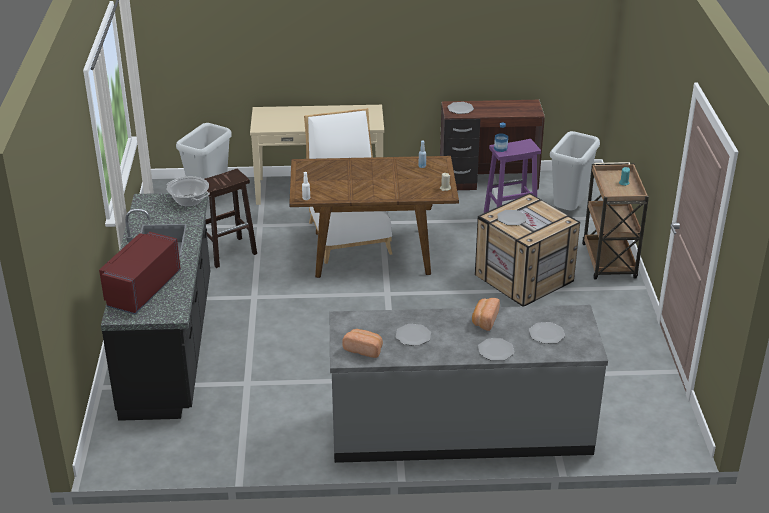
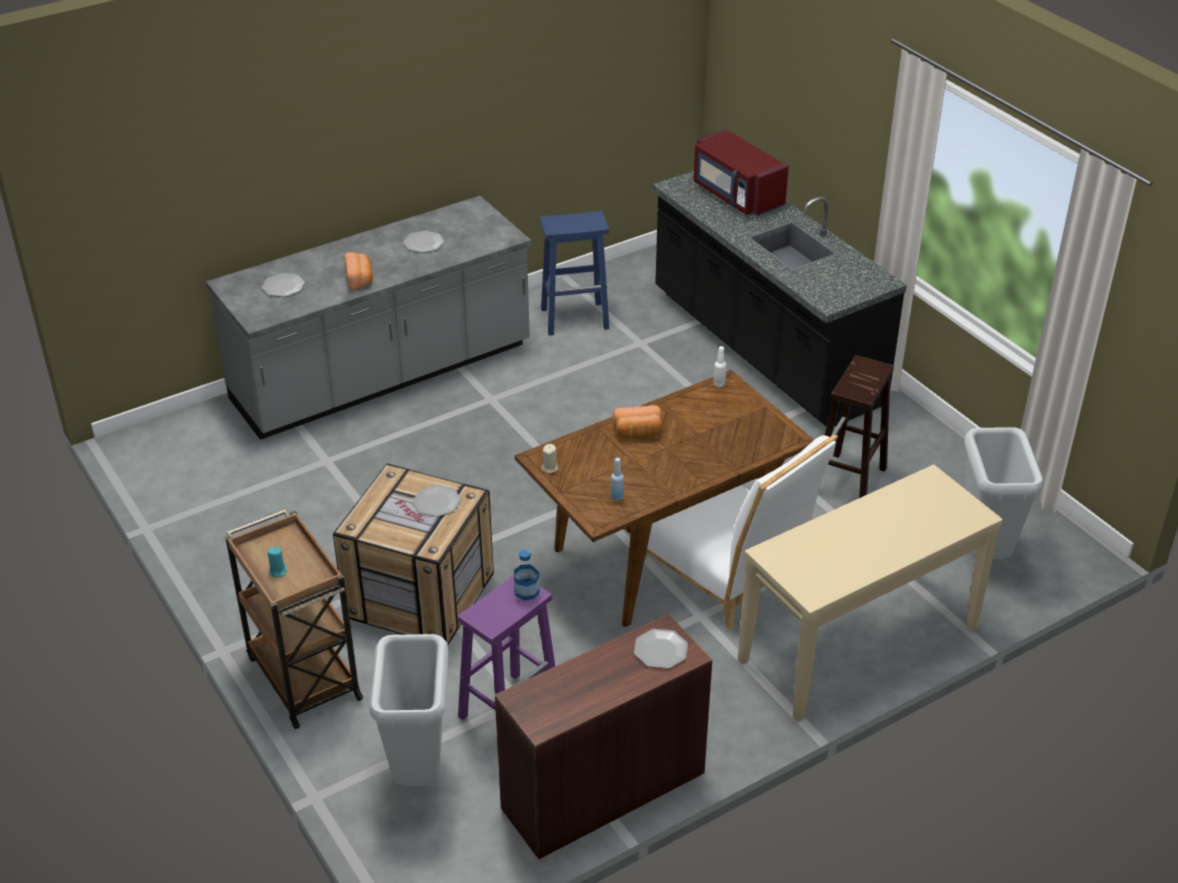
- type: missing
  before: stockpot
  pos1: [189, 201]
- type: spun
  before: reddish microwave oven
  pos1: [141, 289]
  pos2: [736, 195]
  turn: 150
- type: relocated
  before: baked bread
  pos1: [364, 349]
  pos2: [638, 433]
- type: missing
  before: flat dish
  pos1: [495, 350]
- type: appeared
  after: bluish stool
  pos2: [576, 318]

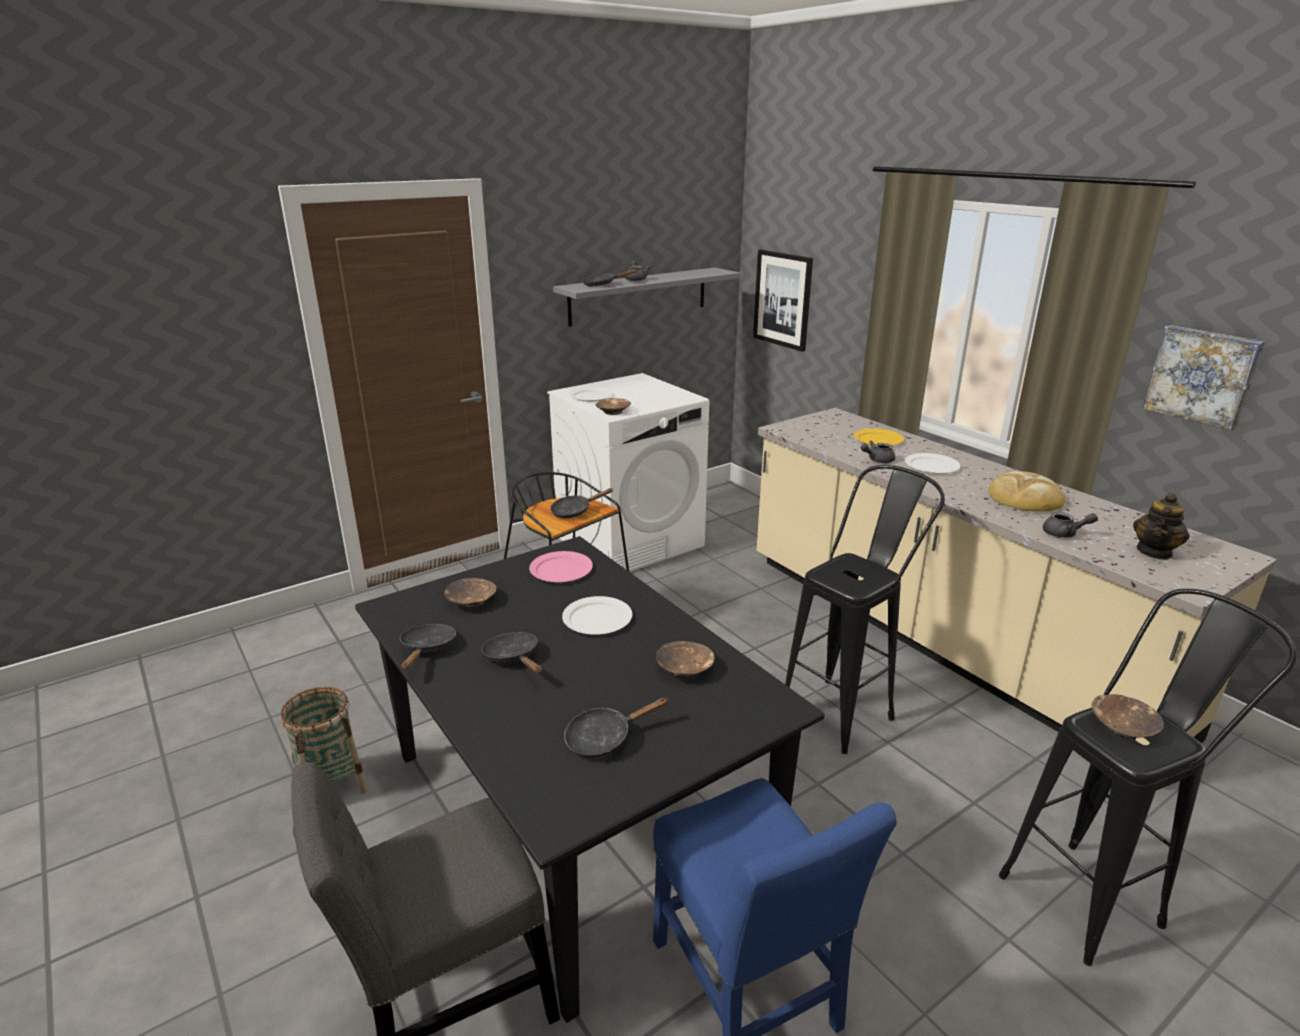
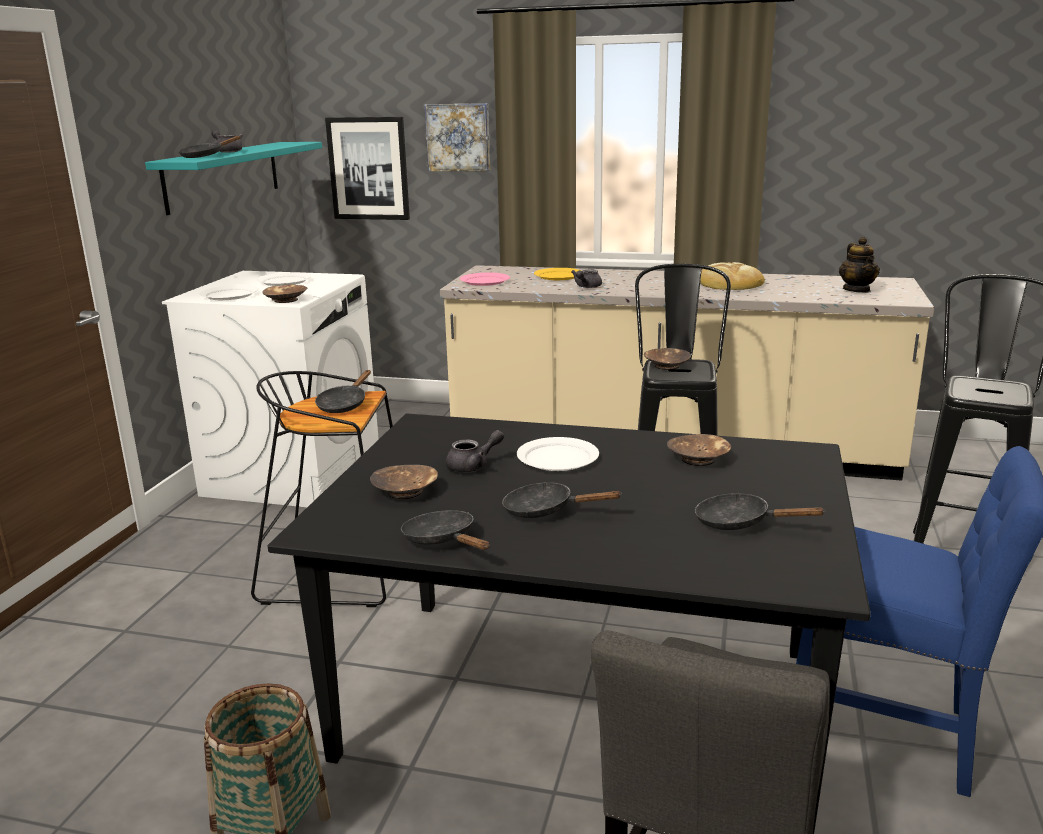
- type: colour
  before: greyish shelf
  after: turquoise-coloured shelf
  pos1: [638, 296]
  pos2: [223, 175]
- type: relocated
  before: picture
  pos1: [1202, 376]
  pos2: [458, 137]
- type: relocated
  before: whitish flat dish
  pos1: [931, 466]
  pos2: [284, 281]
- type: relocated
  before: greyish pot for tea
  pos1: [1064, 534]
  pos2: [473, 466]
- type: relocated
  before: pink flat dish
  pos1: [561, 569]
  pos2: [484, 281]
- type: relocated
  before: brown bowl
  pos1: [1122, 726]
  pos2: [666, 365]
- type: spun
  before: black pan
  pos1: [604, 738]
  pos2: [739, 523]
  turn: 90

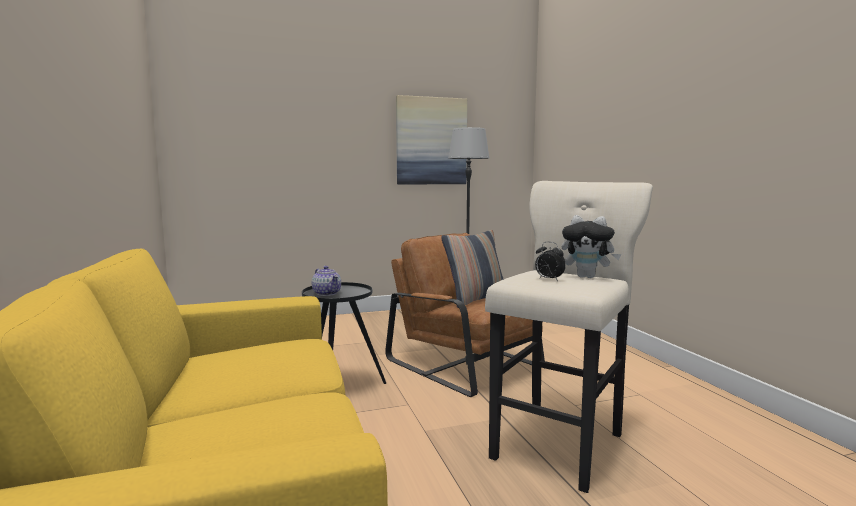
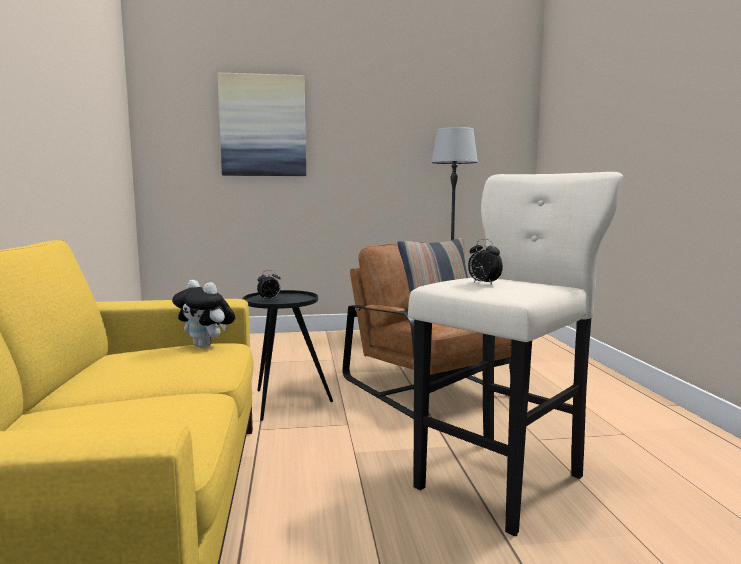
- type: relocated
  before: picture
  pos1: [431, 141]
  pos2: [263, 126]
- type: relocated
  before: cuddly toy
  pos1: [587, 277]
  pos2: [206, 346]
- type: exchanged
  before: pot for tea
  after: bedside clock
  pos1: [327, 293]
  pos2: [269, 300]

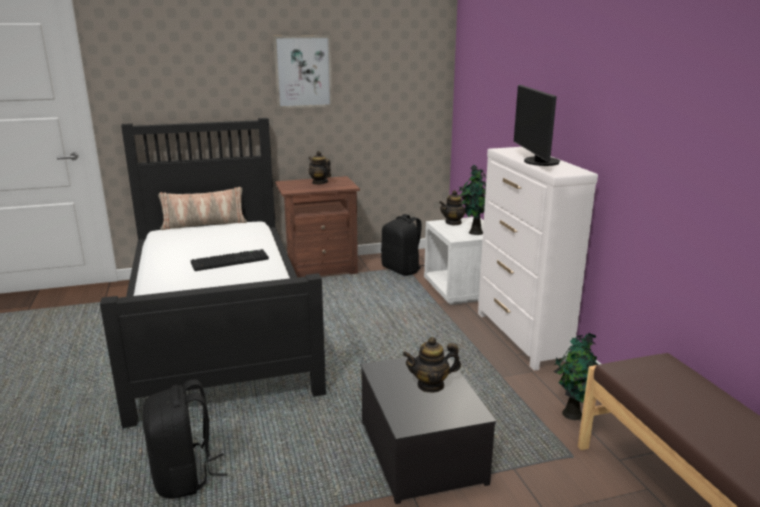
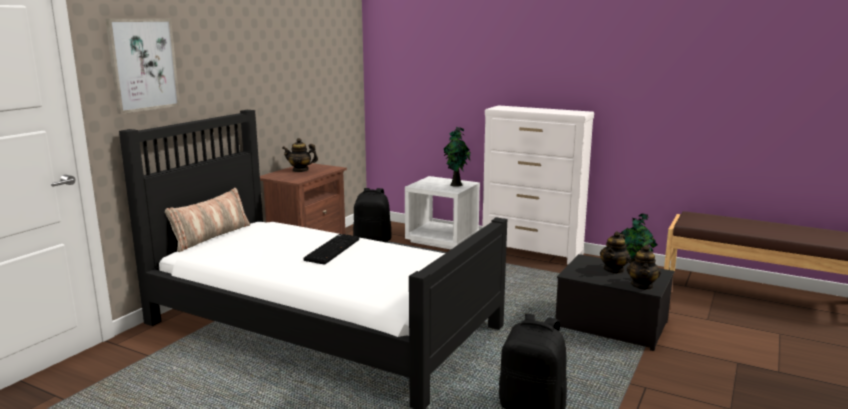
- type: relocated
  before: picture
  pos1: [303, 72]
  pos2: [143, 64]
- type: missing
  before: computer screen
  pos1: [537, 162]
- type: relocated
  before: pot for tea
  pos1: [453, 222]
  pos2: [642, 285]

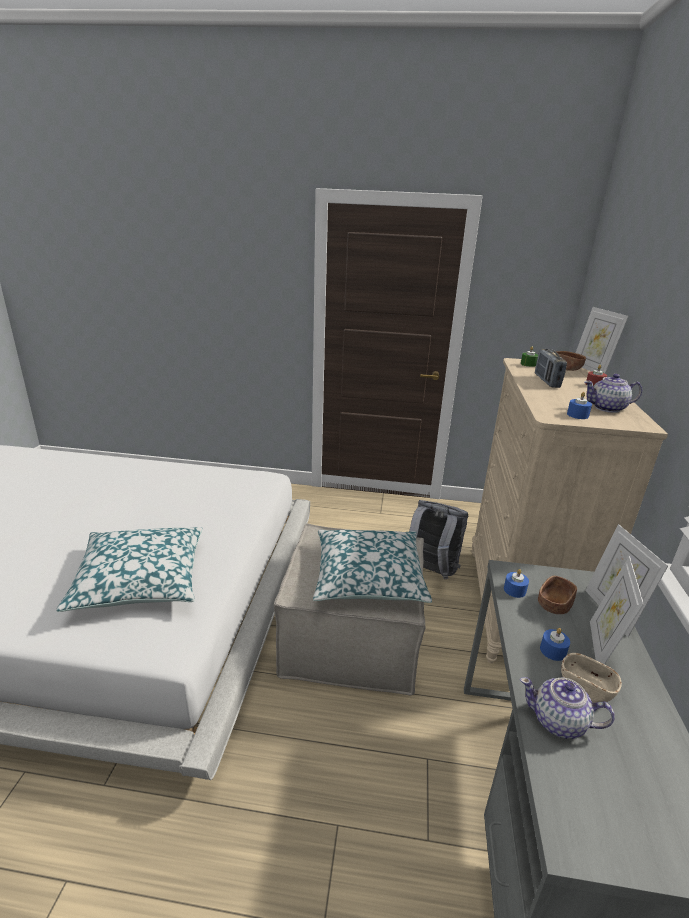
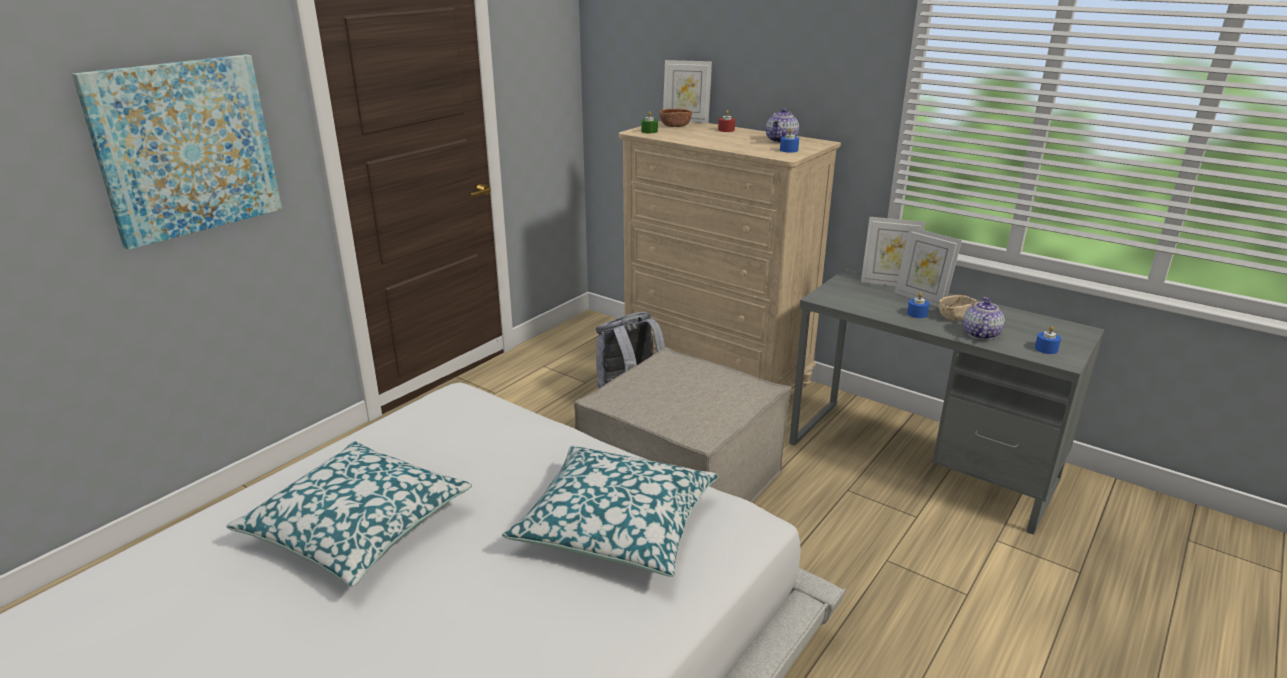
- type: missing
  before: radio set
  pos1: [546, 381]
- type: relocated
  before: throw pillow
  pos1: [368, 576]
  pos2: [357, 526]
- type: relocated
  before: bluish wax candle
  pos1: [514, 590]
  pos2: [1046, 349]
- type: missing
  before: brown bowl
  pos1: [554, 605]
- type: spun
  before: pot for tea
  pos1: [559, 722]
  pos2: [980, 334]
  turn: 150
- type: appeared
  after: picture
  pos2: [186, 148]

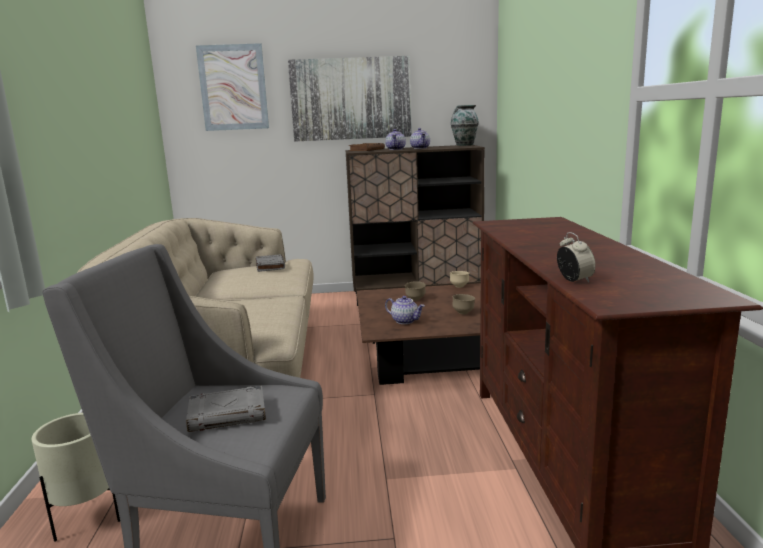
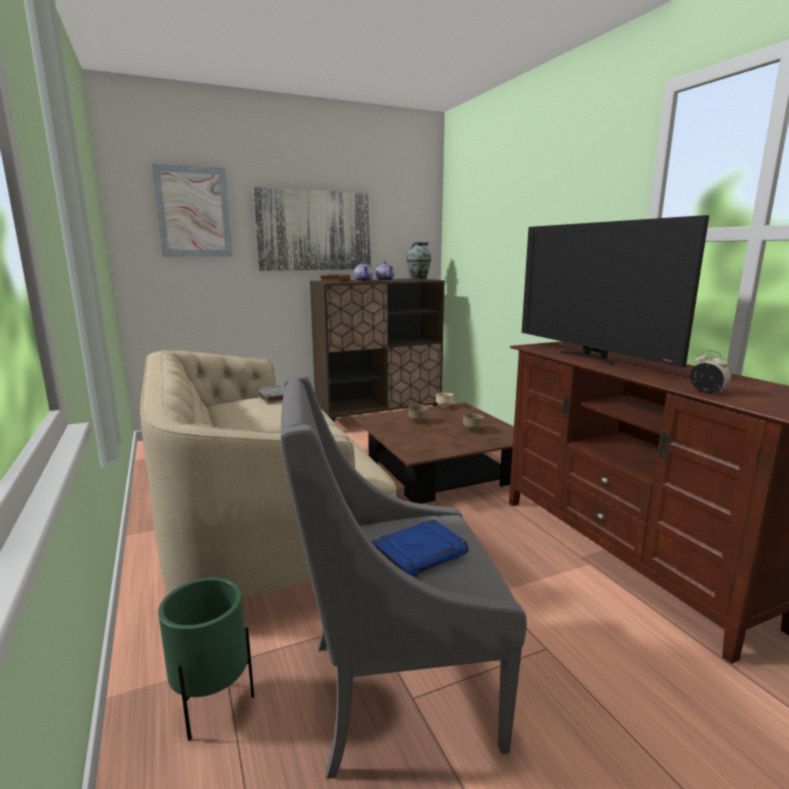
- type: missing
  before: pot for tea
  pos1: [405, 321]
- type: colour
  before: greyish volume
  after: bluish volume
  pos1: [228, 414]
  pos2: [420, 554]
- type: colour
  before: beige-coloured flower pot
  after: green-coloured flower pot
  pos1: [87, 521]
  pos2: [212, 706]
- type: appeared
  after: TV
  pos2: [591, 357]

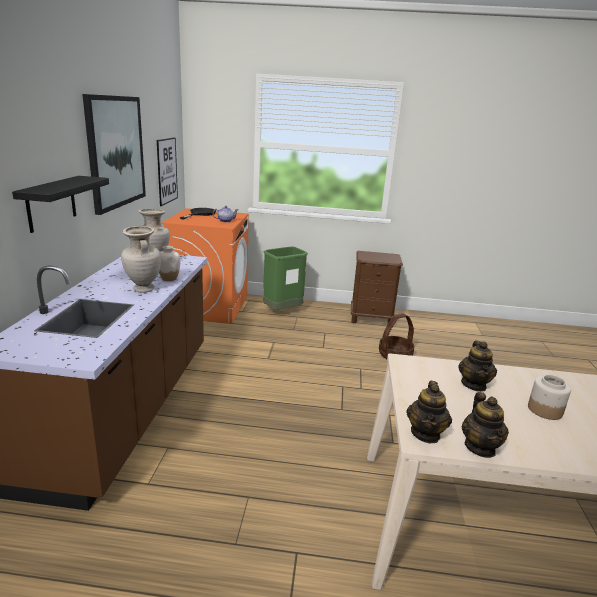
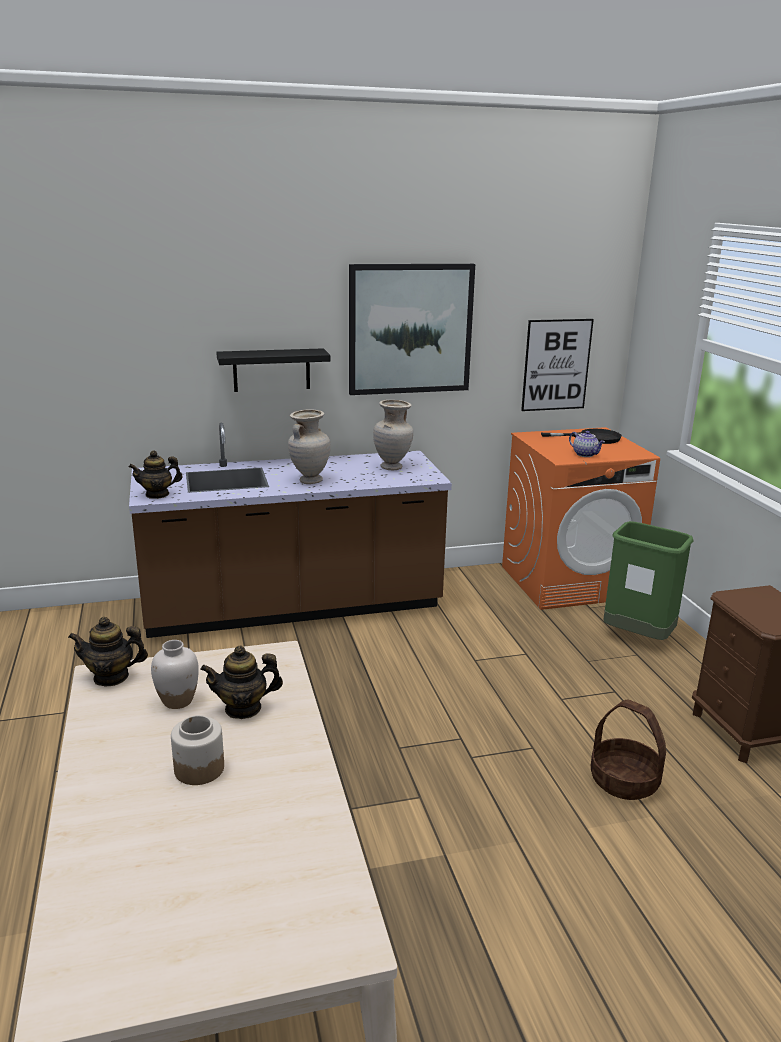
- type: relocated
  before: whitish decorative vase
  pos1: [169, 279]
  pos2: [178, 701]
- type: relocated
  before: pot for tea
  pos1: [480, 447]
  pos2: [157, 494]

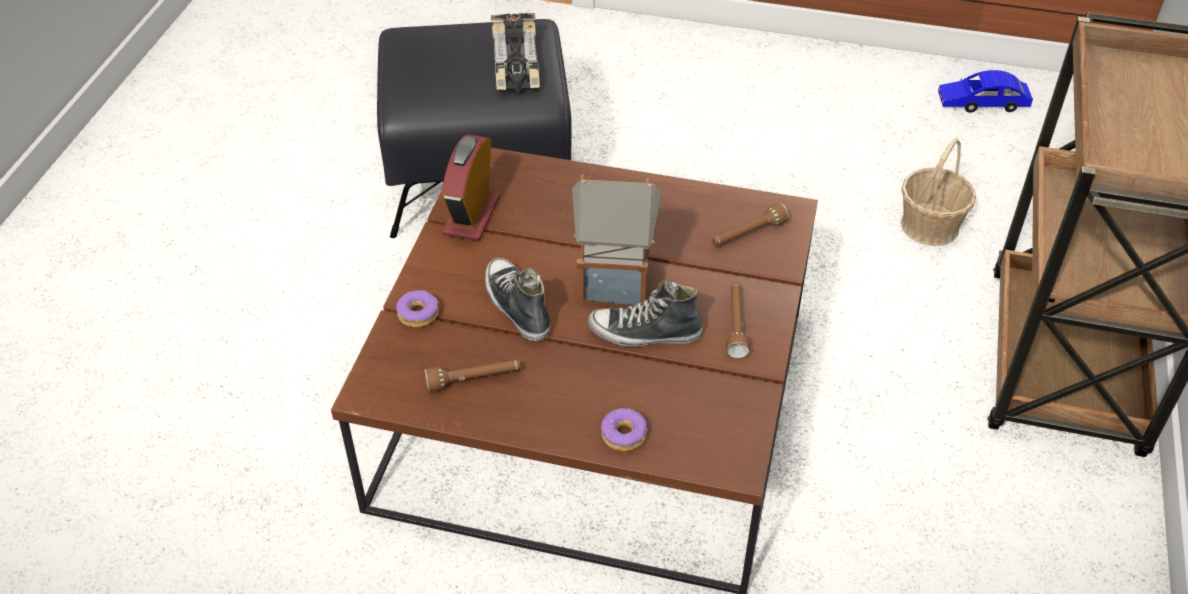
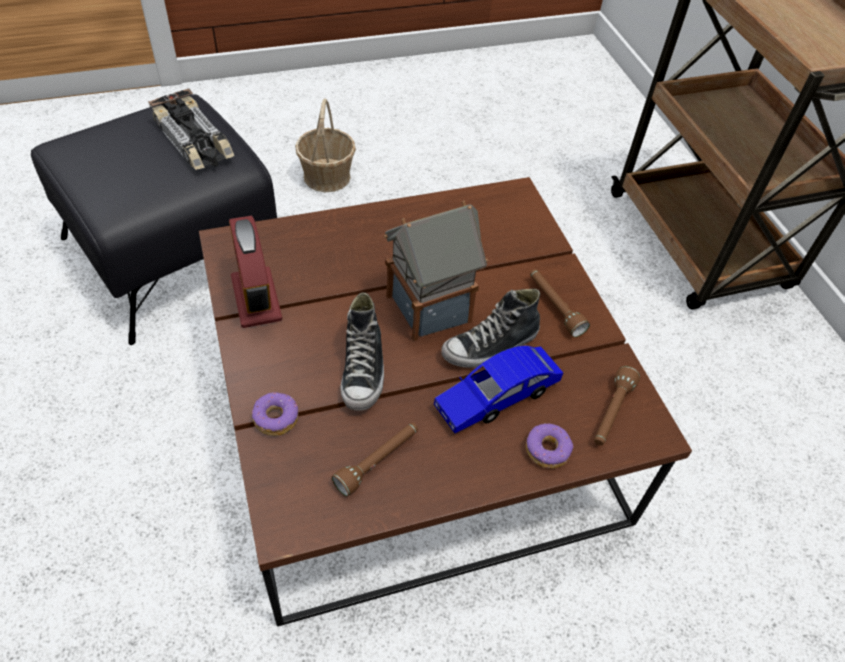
- type: relocated
  before: bluish miniature car
  pos1: [982, 103]
  pos2: [497, 397]
- type: relocated
  before: storage basket
  pos1: [930, 226]
  pos2: [327, 176]
- type: relocated
  before: brown torch
  pos1: [748, 235]
  pos2: [611, 413]
- type: spun
  before: item of footwear
  pos1: [517, 306]
  pos2: [363, 369]
  turn: -120

